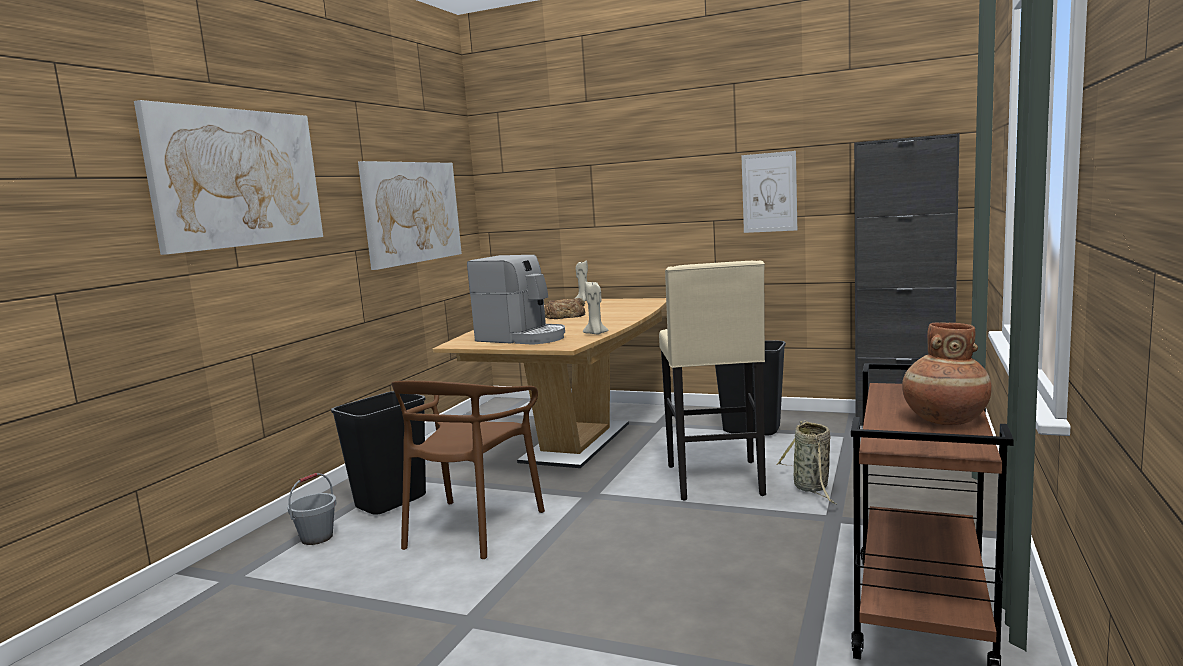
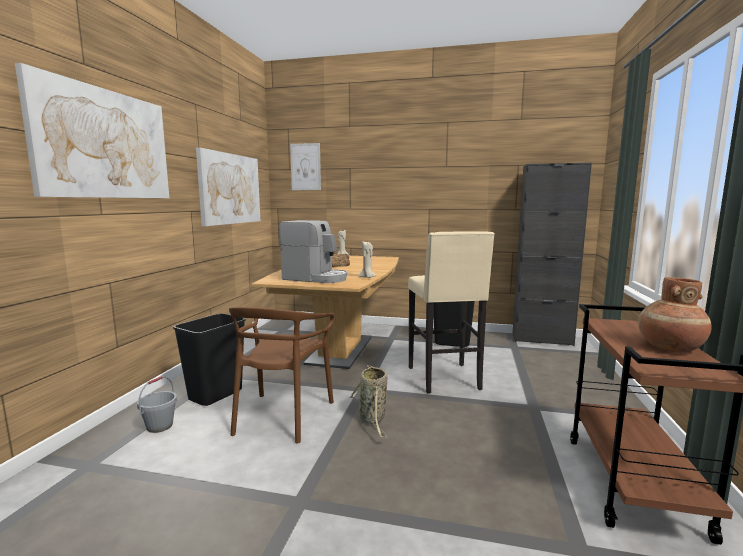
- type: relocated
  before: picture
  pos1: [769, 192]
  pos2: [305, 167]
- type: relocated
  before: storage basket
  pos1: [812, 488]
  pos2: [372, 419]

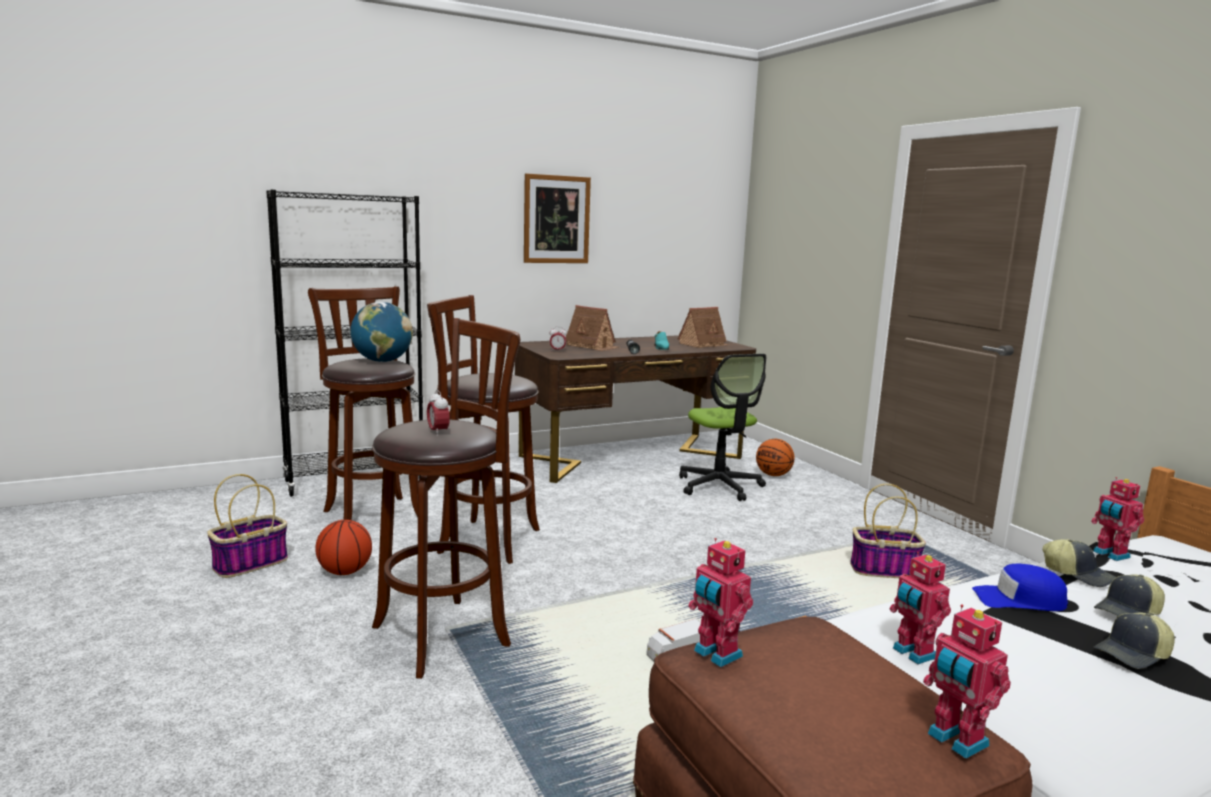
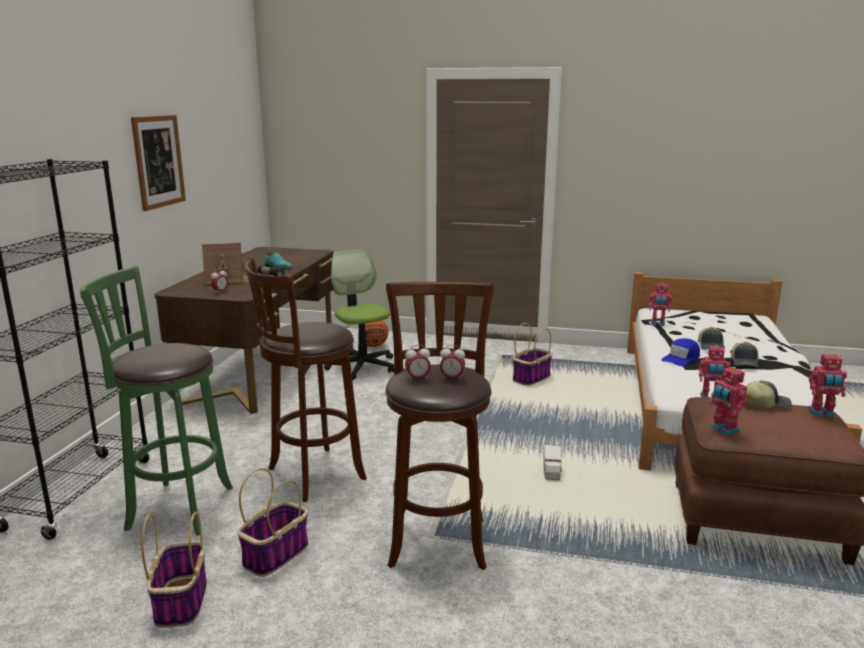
- type: colour
  before: brown stool
  after: green-coloured stool
  pos1: [372, 513]
  pos2: [175, 507]
- type: missing
  before: world globe
  pos1: [382, 361]
- type: missing
  before: toy house
  pos1: [703, 344]
- type: spun
  before: computer chair
  pos1: [719, 486]
  pos2: [362, 366]
  turn: -135
- type: exchanged
  before: ball for basketball
  after: storage basket
  pos1: [344, 572]
  pos2: [276, 554]
- type: spun
  before: robot figure
  pos1: [715, 654]
  pos2: [723, 429]
  turn: 60
- type: relocated
  before: cap
  pos1: [1078, 574]
  pos2: [764, 403]
- type: appeared
  after: bedside clock
  pos2: [417, 379]

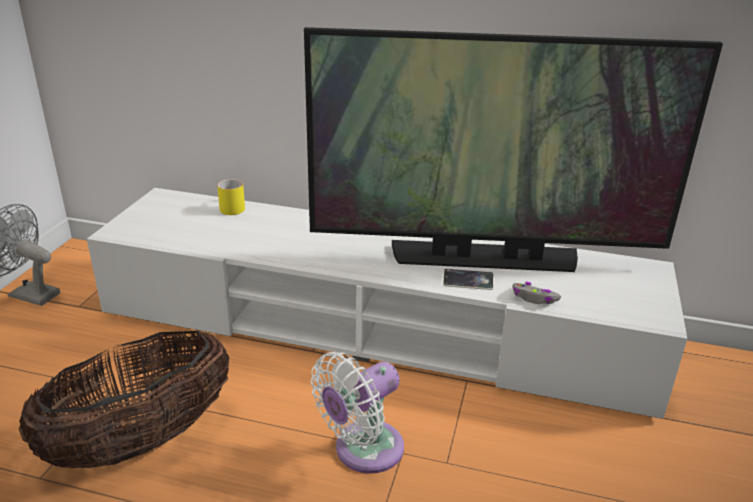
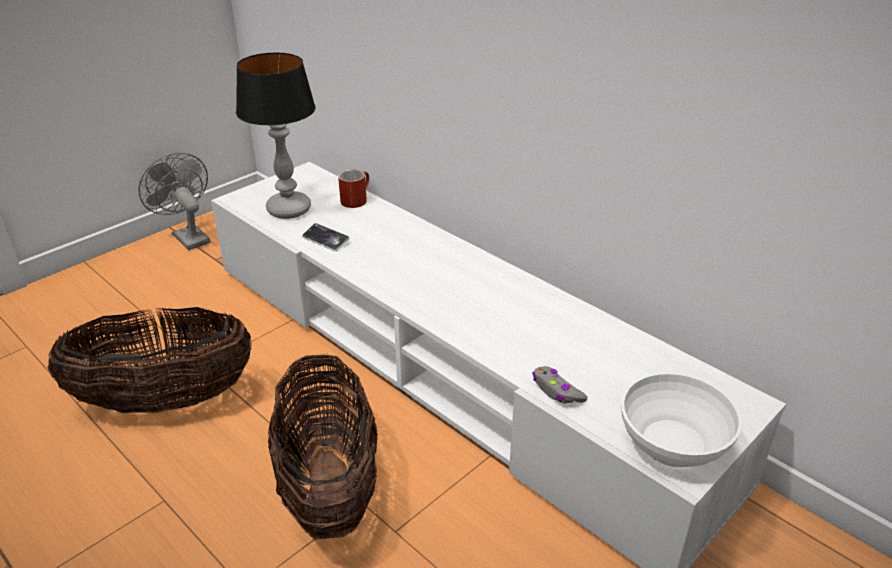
- type: missing
  before: TV
  pos1: [484, 258]
- type: colour
  before: yellow mug
  after: reddish mug
  pos1: [233, 207]
  pos2: [356, 199]
- type: relocated
  before: handset
  pos1: [468, 282]
  pos2: [325, 240]
- type: exchanged
  before: whitish cooling fan
  after: storage basket
  pos1: [363, 451]
  pos2: [329, 485]
- type: appeared
  after: table lamp
  pos2: [288, 209]
- type: appeared
  after: whitish bowl
  pos2: [672, 442]

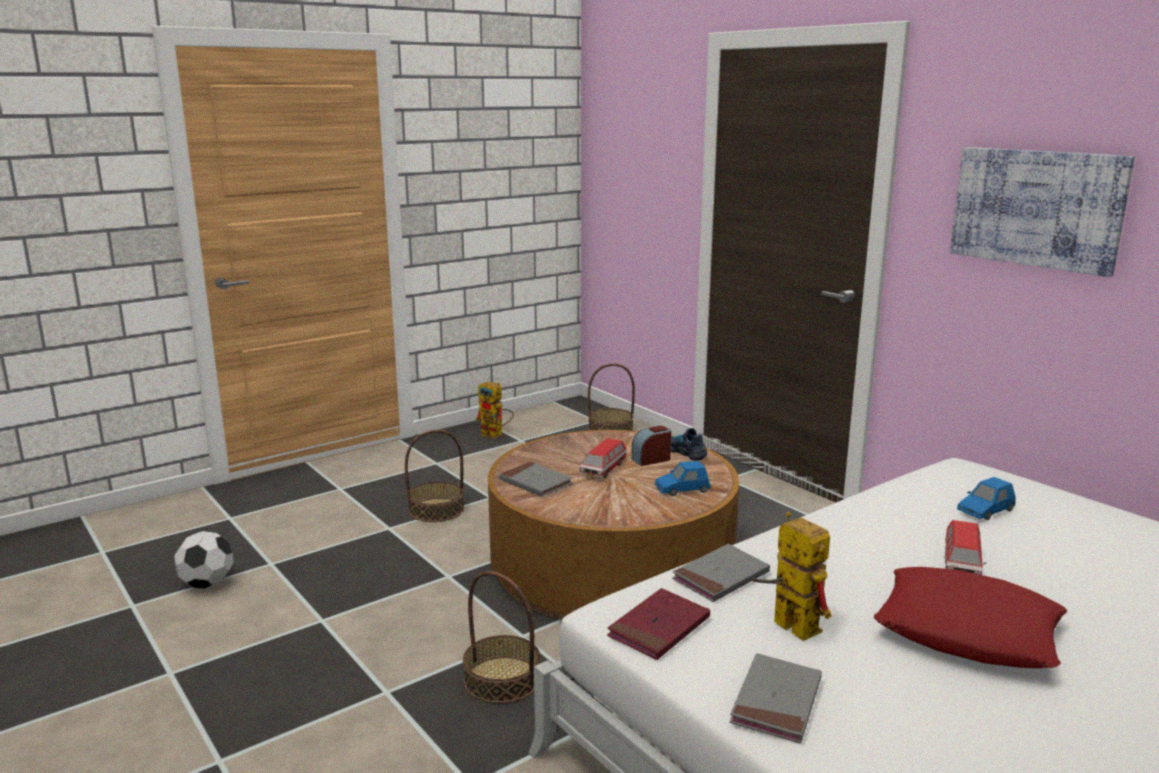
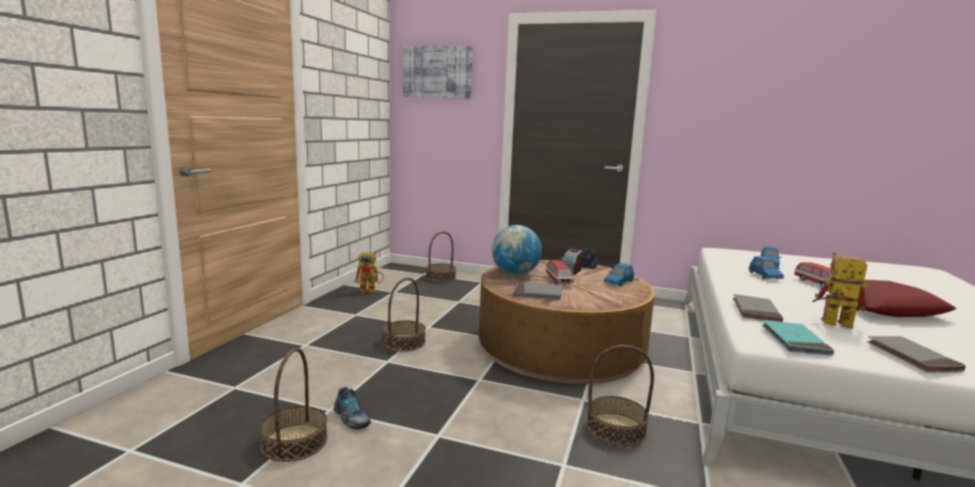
- type: relocated
  before: picture
  pos1: [1036, 208]
  pos2: [437, 72]
- type: exchanged
  before: football
  after: storage basket
  pos1: [207, 584]
  pos2: [294, 442]
- type: colour
  before: reddish volume
  after: turquoise-coloured volume
  pos1: [659, 628]
  pos2: [794, 341]
- type: appeared
  after: world globe
  pos2: [515, 274]
- type: appeared
  after: bluish miniature car
  pos2: [765, 276]
- type: appeared
  after: item of footwear
  pos2: [351, 418]

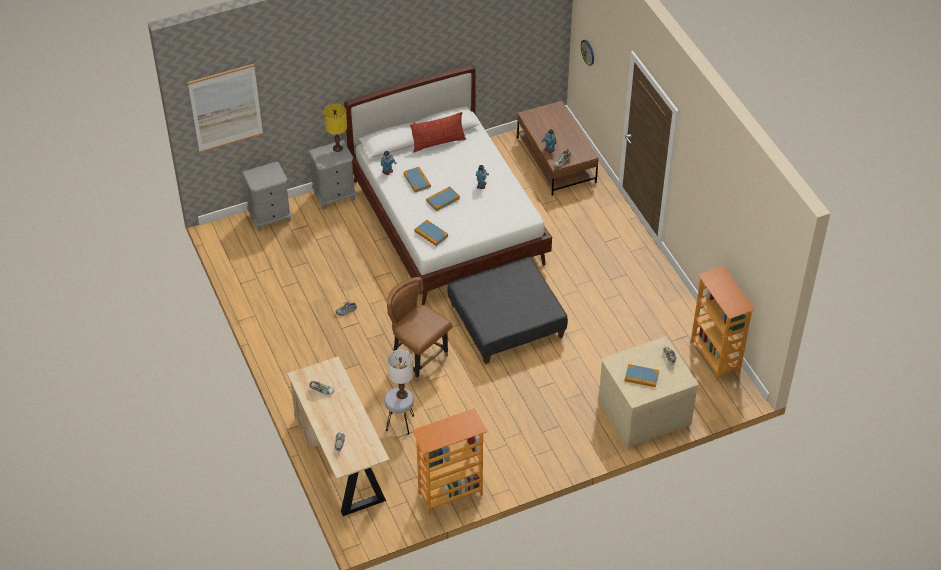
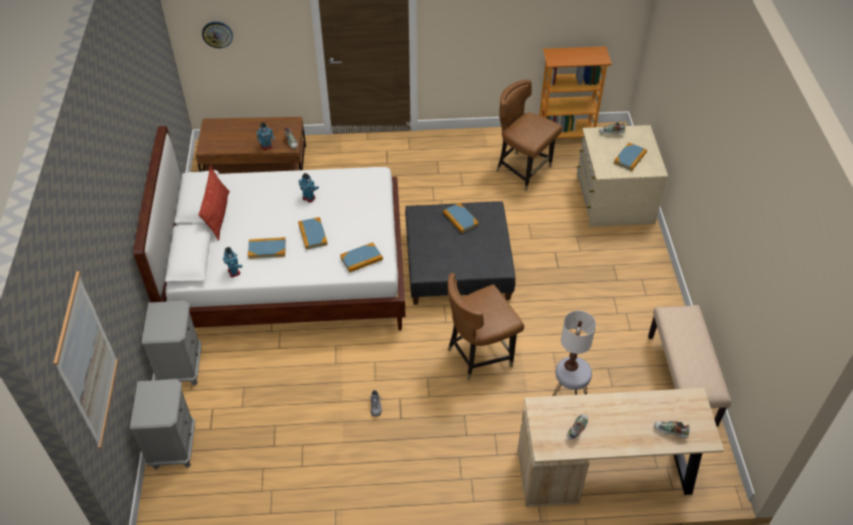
- type: missing
  before: yellow table lamp
  pos1: [338, 148]
- type: exchanged
  before: bookcase
  after: beige-coloured long seat
  pos1: [450, 494]
  pos2: [682, 380]
- type: appeared
  after: brown upright chair
  pos2: [523, 170]
- type: appeared
  after: volume
  pos2: [460, 219]

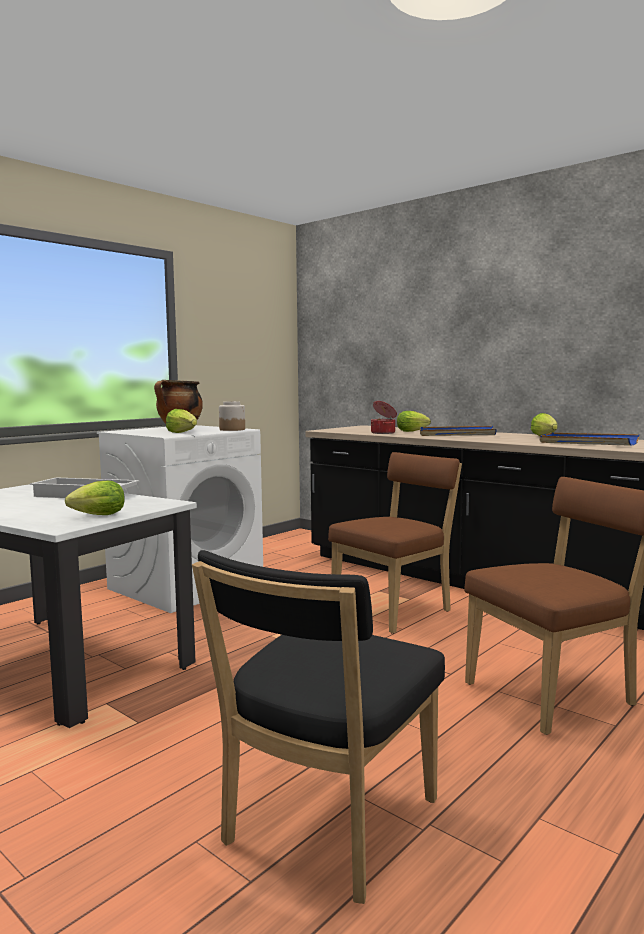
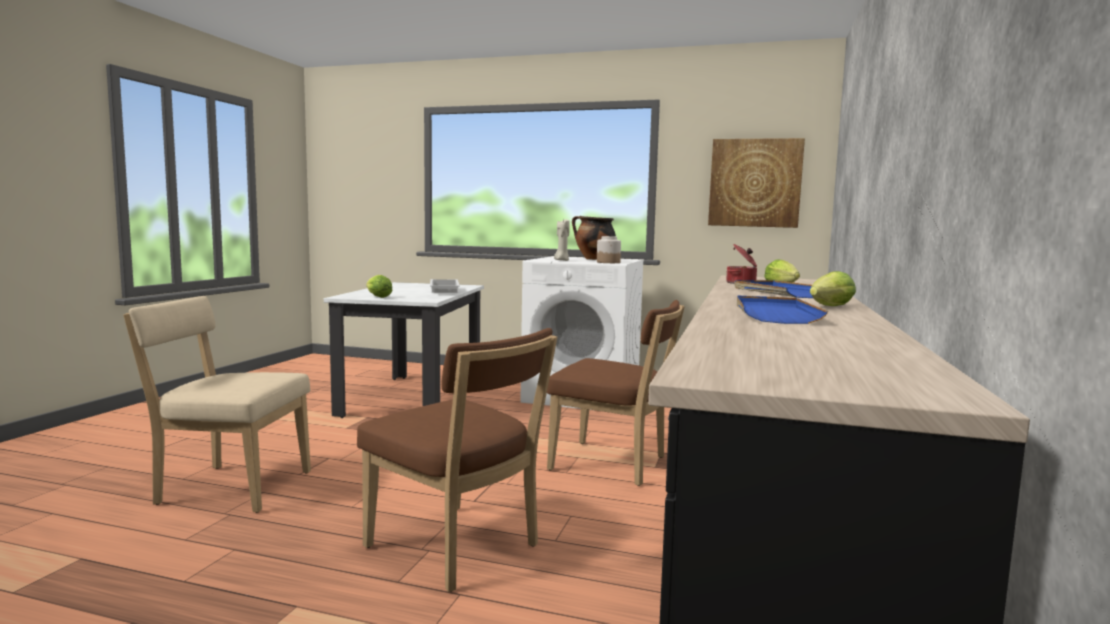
- type: exchanged
  before: lettuce head
  after: beige-coloured wax candle
  pos1: [183, 433]
  pos2: [561, 260]
- type: colour
  before: black upright chair
  after: beige-coloured upright chair
  pos1: [325, 827]
  pos2: [229, 487]
- type: appeared
  after: picture
  pos2: [755, 183]

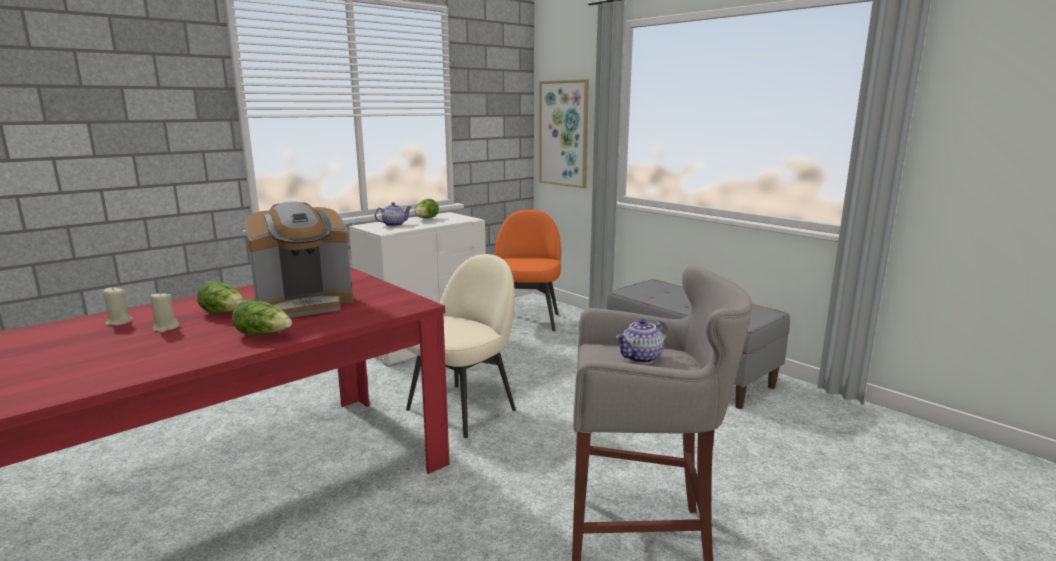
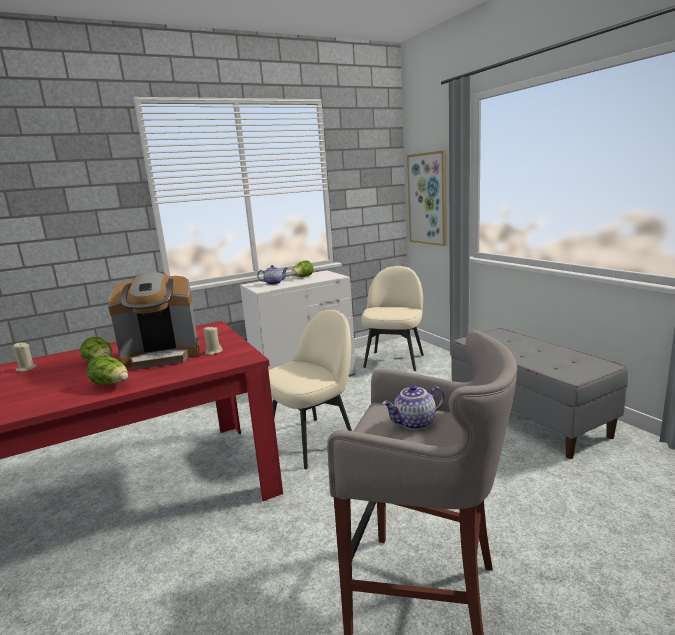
- type: colour
  before: orange-coloured upright chair
  after: beige-coloured upright chair
  pos1: [526, 320]
  pos2: [394, 360]
- type: relocated
  before: beige-coloured wax candle
  pos1: [165, 328]
  pos2: [213, 352]

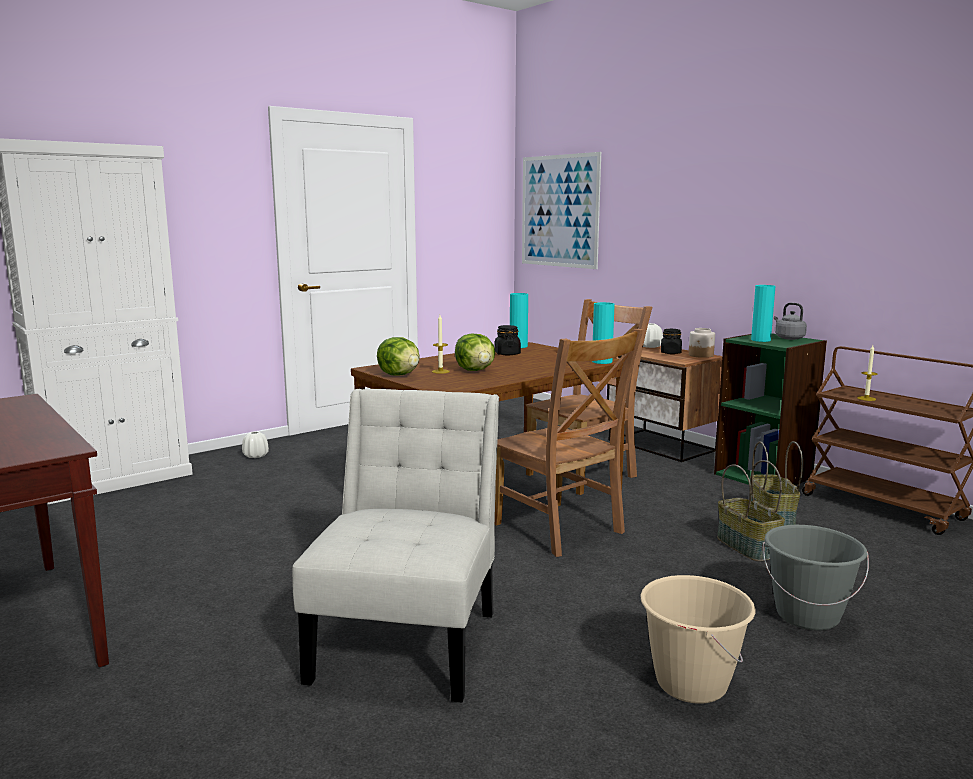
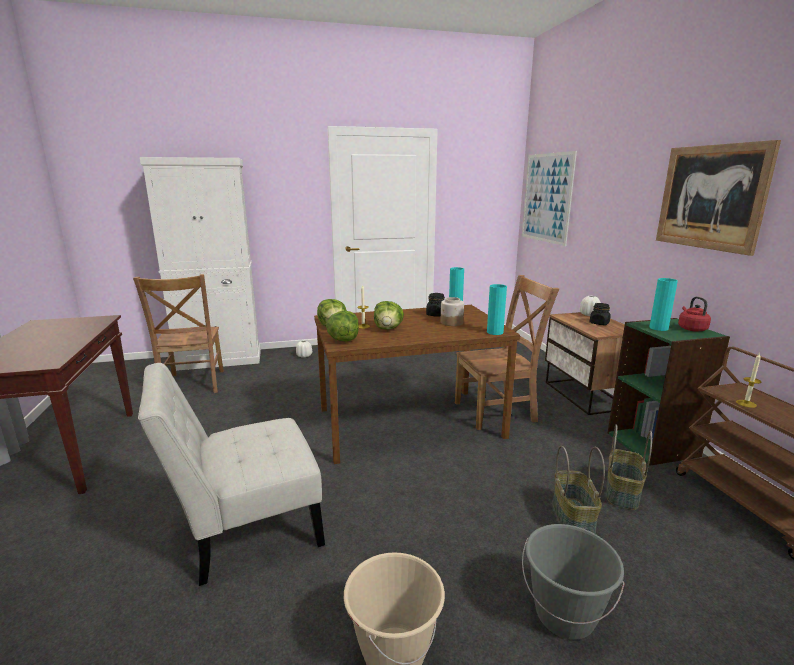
- type: colour
  before: greyish tea kettle
  after: reddish tea kettle
  pos1: [788, 338]
  pos2: [691, 329]
- type: relocated
  before: jar
  pos1: [701, 355]
  pos2: [451, 323]
- type: relocated
  before: brown upright chair
  pos1: [560, 530]
  pos2: [192, 385]
- type: spun
  before: whitish upright chair
  pos1: [409, 640]
  pos2: [245, 529]
  turn: -150
- type: appeared
  after: picture
  pos2: [710, 197]
- type: appeared
  after: lettuce head
  pos2: [343, 340]

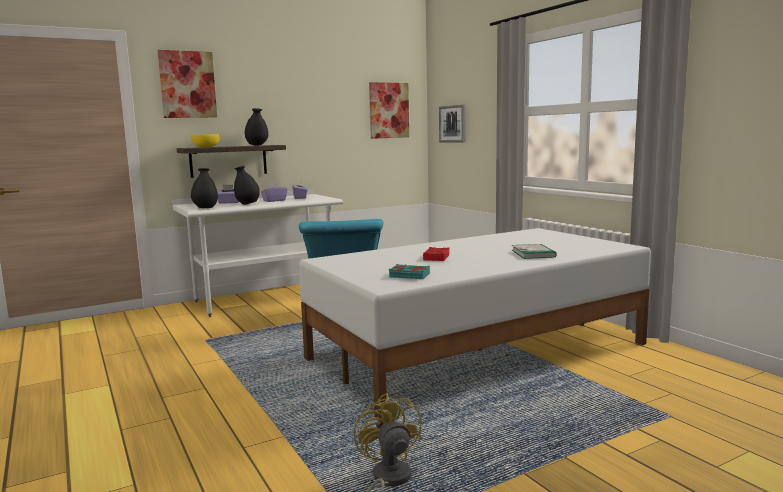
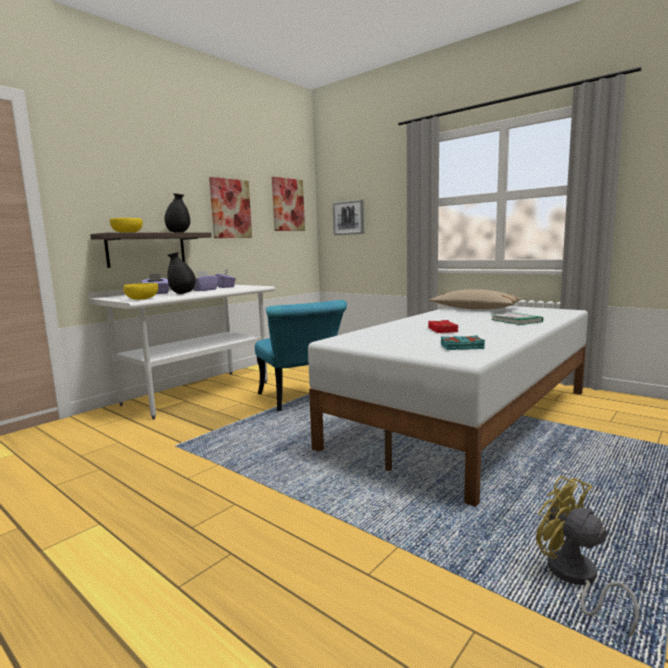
- type: relocated
  before: picture
  pos1: [187, 84]
  pos2: [230, 209]
- type: exchanged
  before: black decorative vase
  after: yellow bowl
  pos1: [205, 208]
  pos2: [142, 299]
- type: appeared
  after: beige-coloured throw pillow
  pos2: [474, 309]

